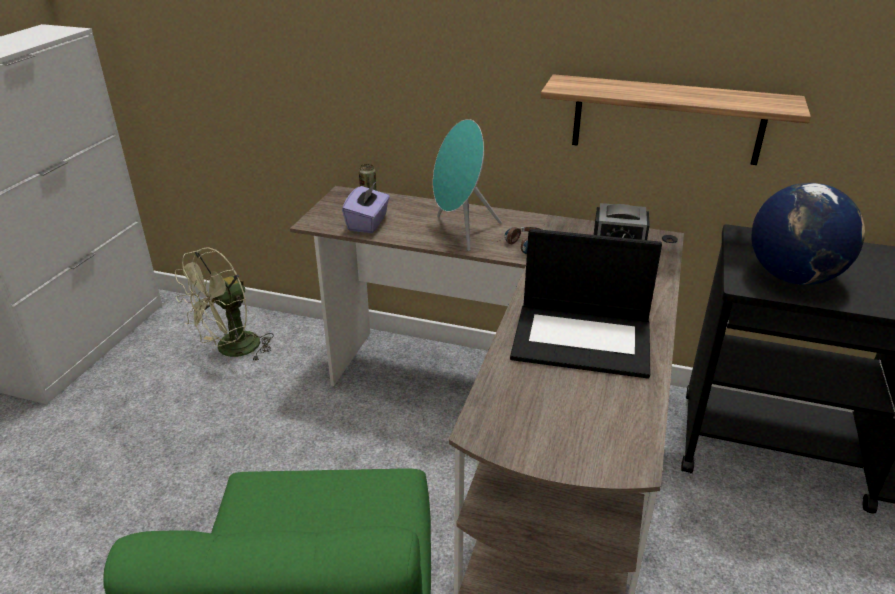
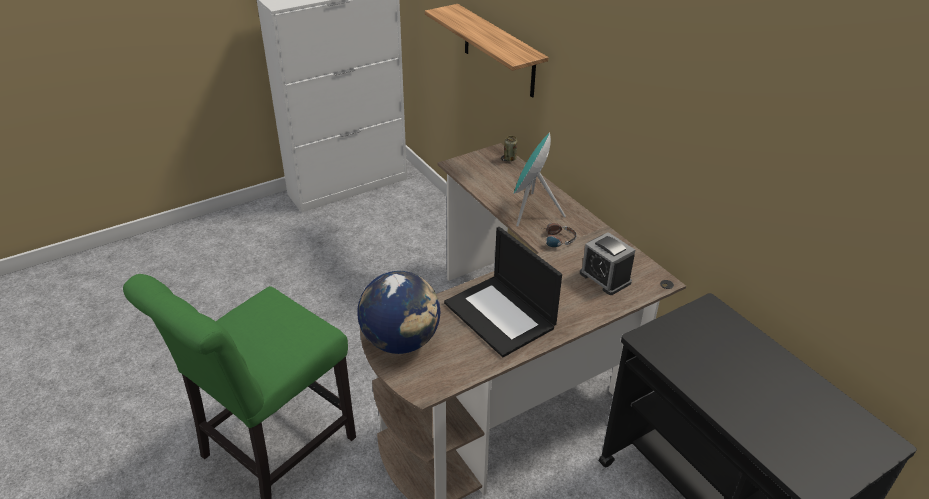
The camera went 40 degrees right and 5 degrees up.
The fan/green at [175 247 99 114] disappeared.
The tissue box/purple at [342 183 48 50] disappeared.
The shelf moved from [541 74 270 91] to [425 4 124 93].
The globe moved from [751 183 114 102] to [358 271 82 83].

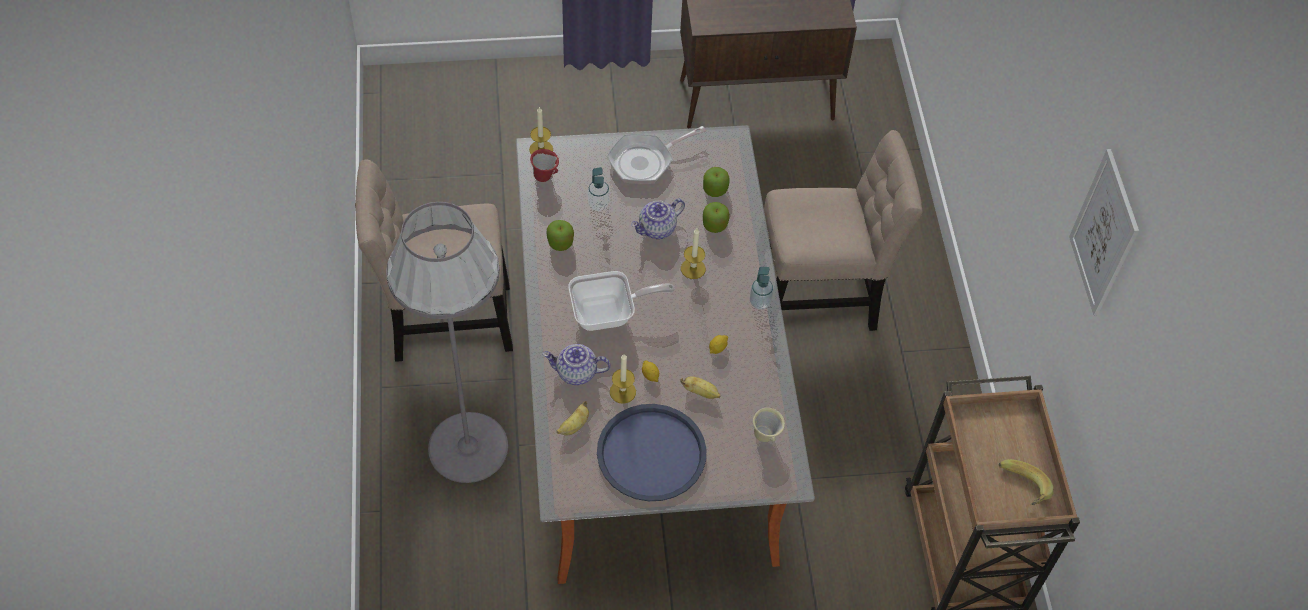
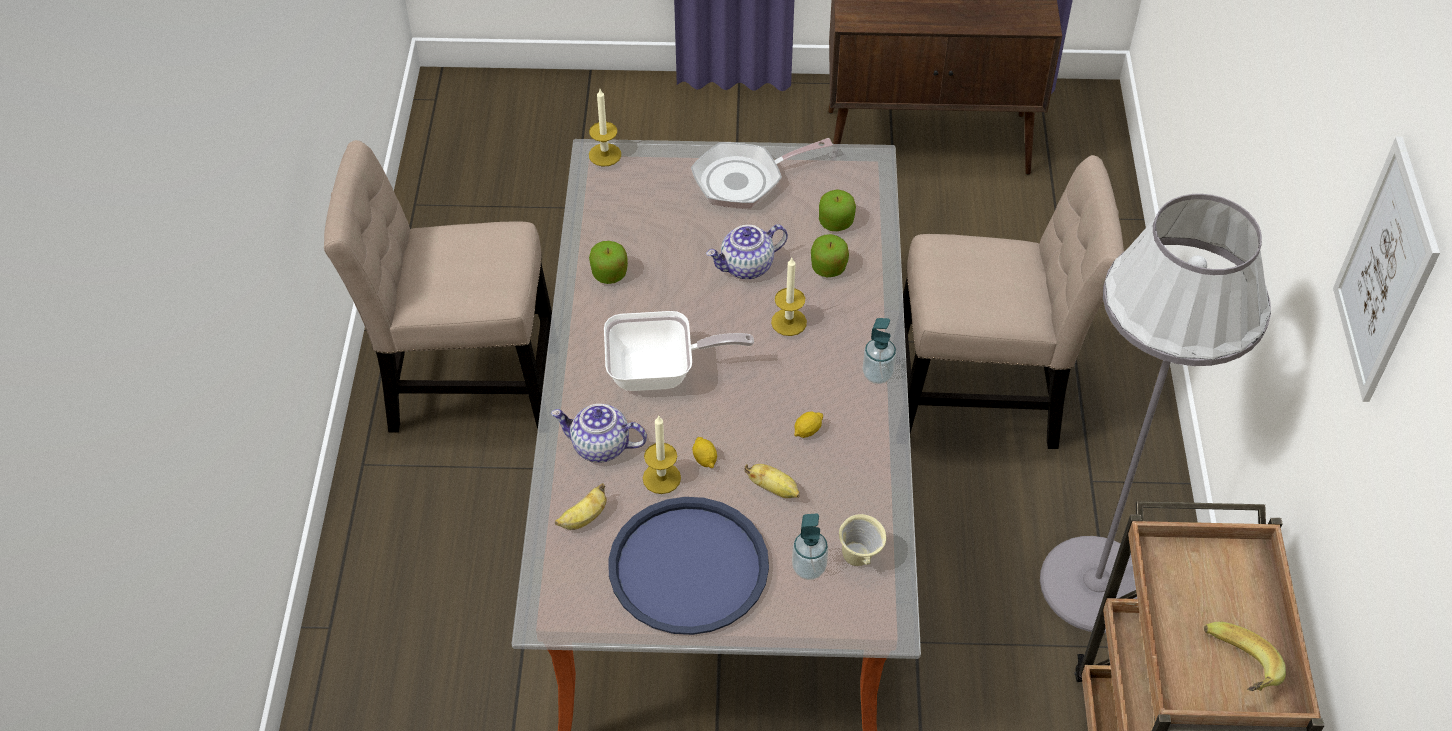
The camera went 10 degrees right and 5 degrees down.
The mug/red at [530 149 29 33] disappeared.
The floor lamp/grey moved from [386 202 122 281] to [1040 194 231 439].
The soap dispenser moved from [588 167 22 44] to [792 514 36 66].

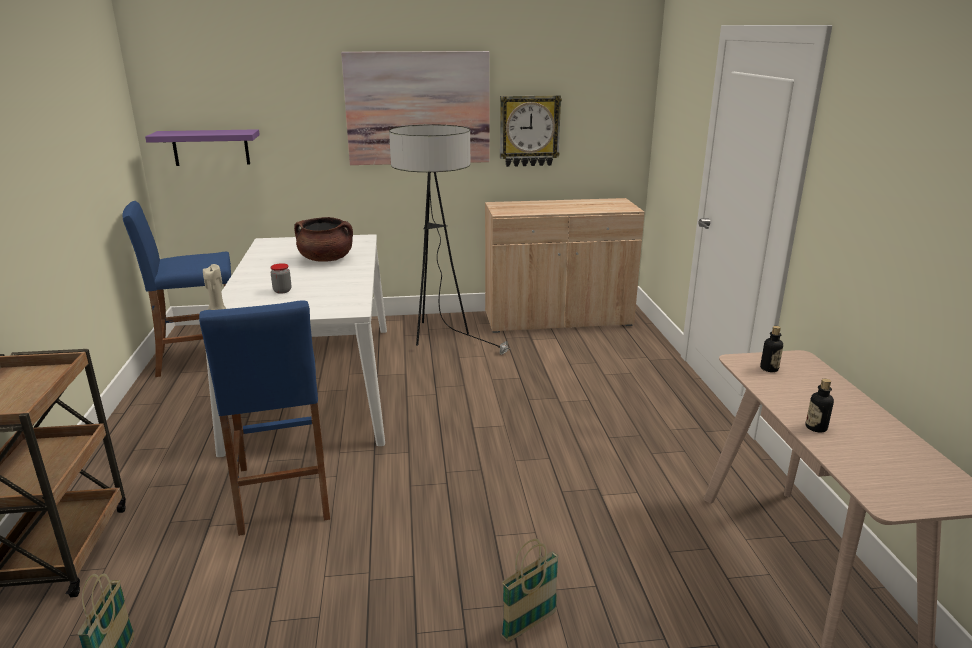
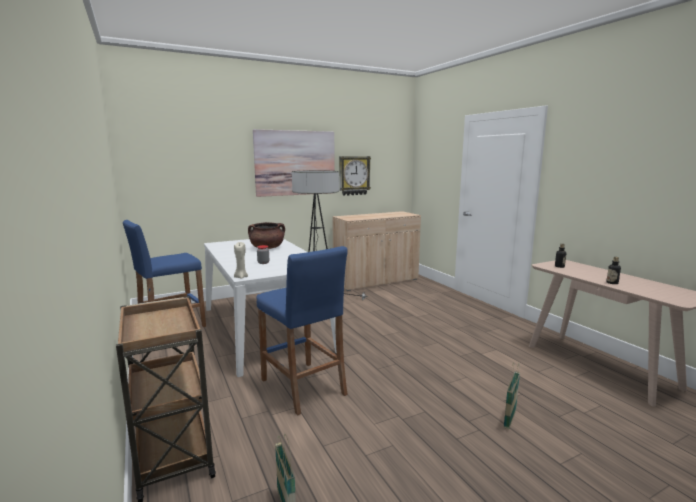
The camera went 20 degrees left and 10 degrees down.
The shelf/purple at [145 129 115 37] disappeared.

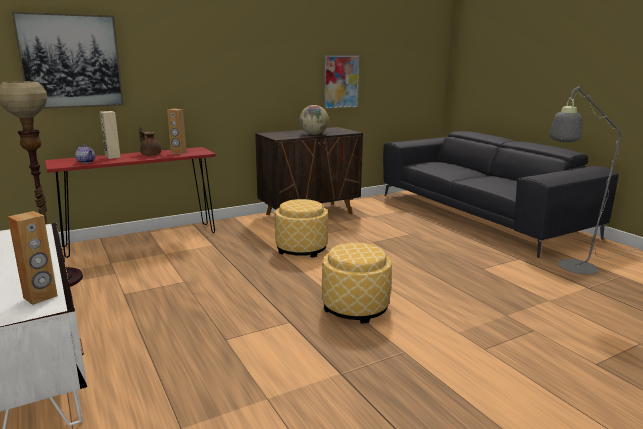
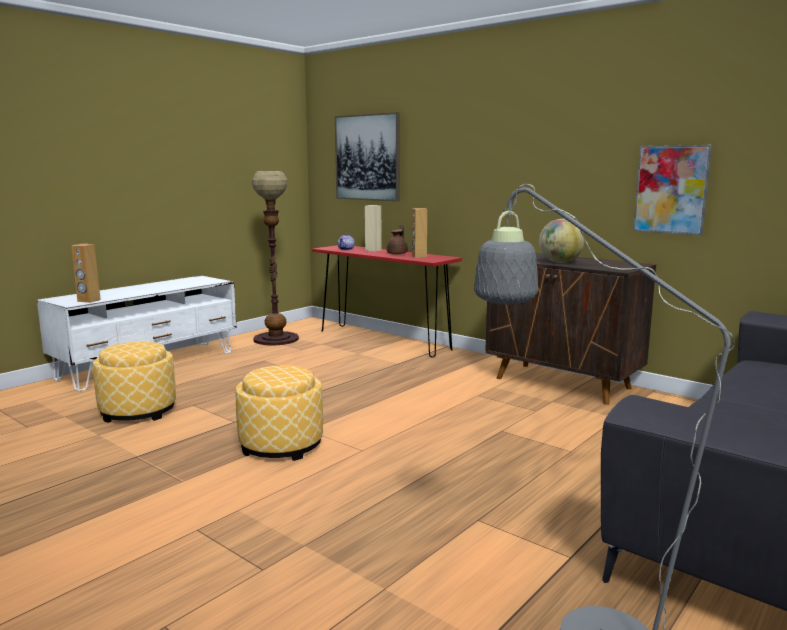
The camera went 70 degrees right and 5 degrees down.
The ottoman moved from [275 199 53 59] to [93 341 83 82].

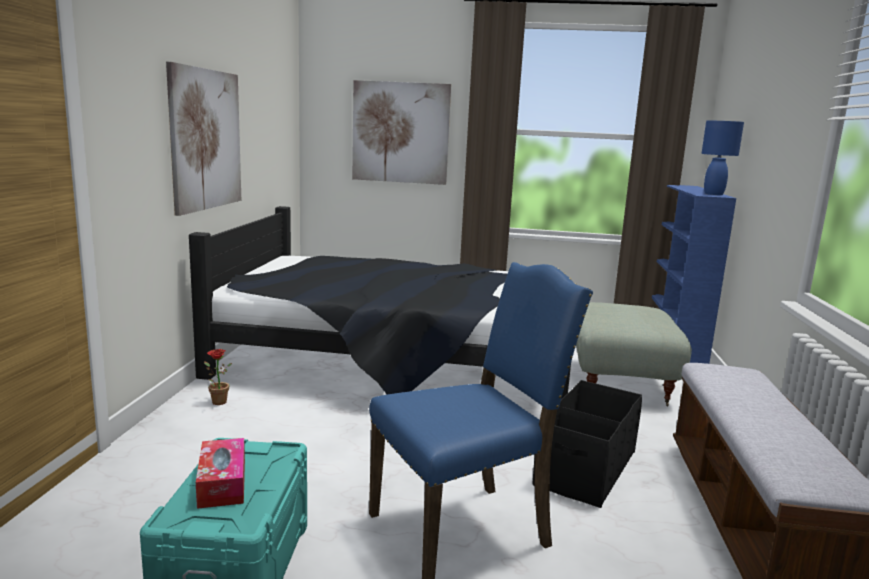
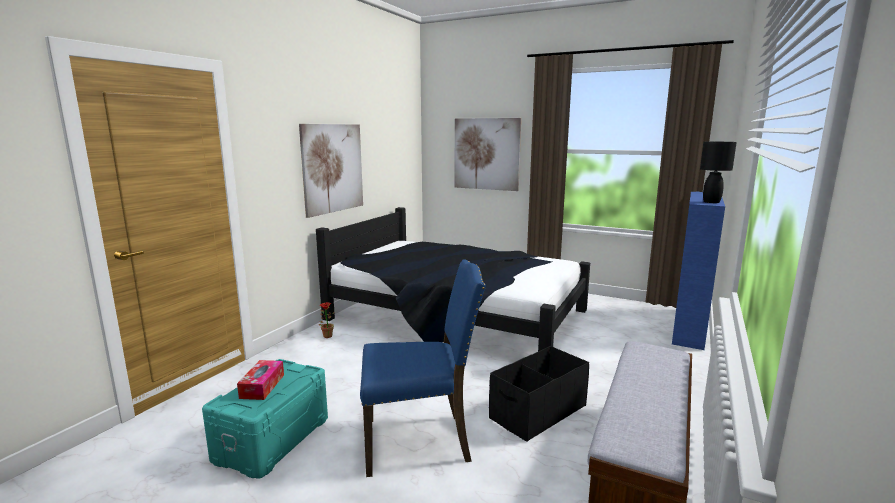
The camera went 20 degrees right and 0 degrees up.
The ottoman/grey at [576 302 116 104] disappeared.
The table lamp/blue at [701 121 43 74] became the table lamp/black at [700 142 37 61].

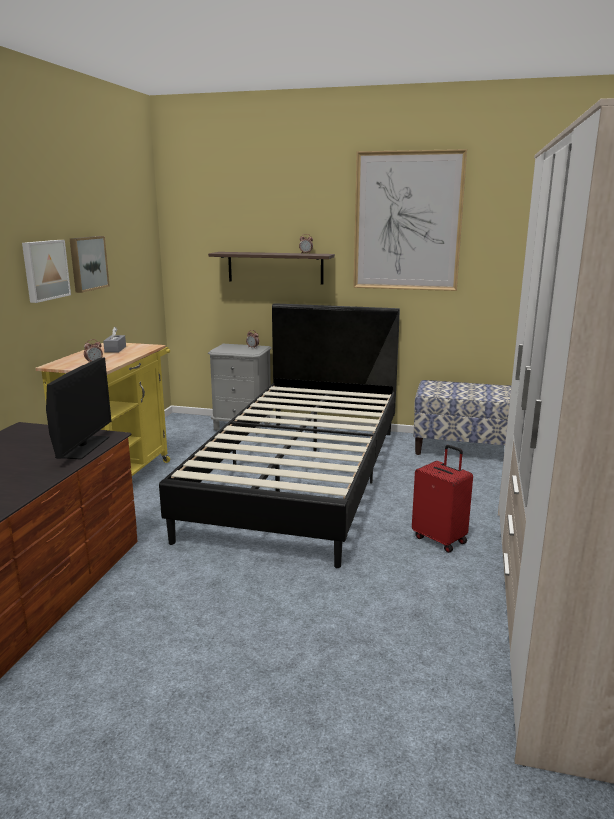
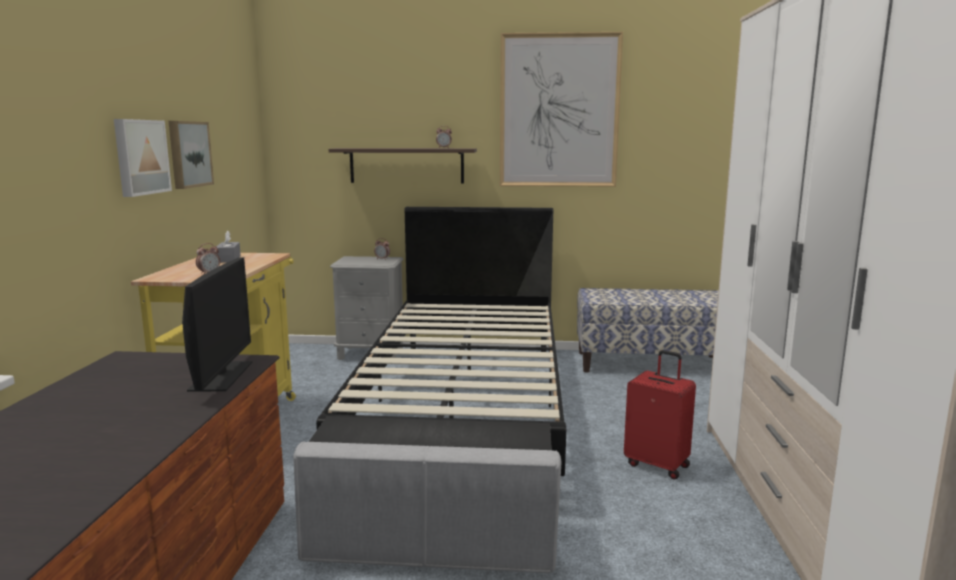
The camera went 10 degrees left and 5 degrees down.
The ottoman/grey at [293 416 268 157] appeared.

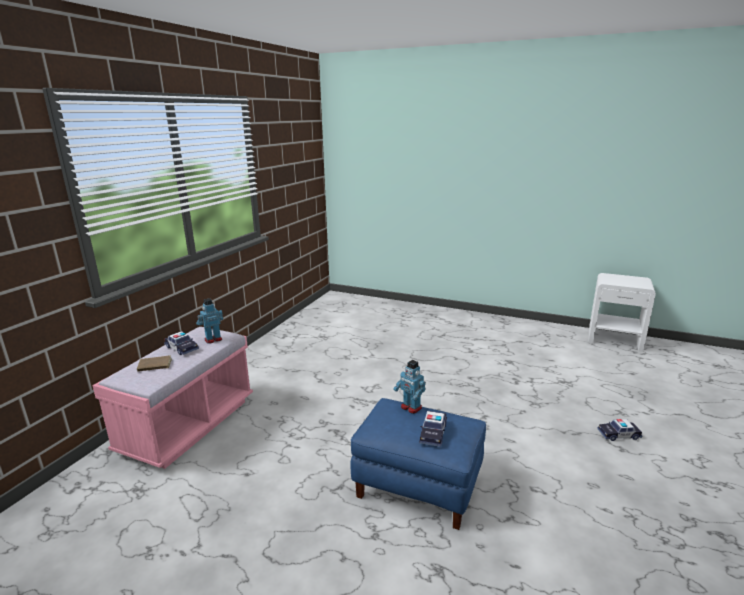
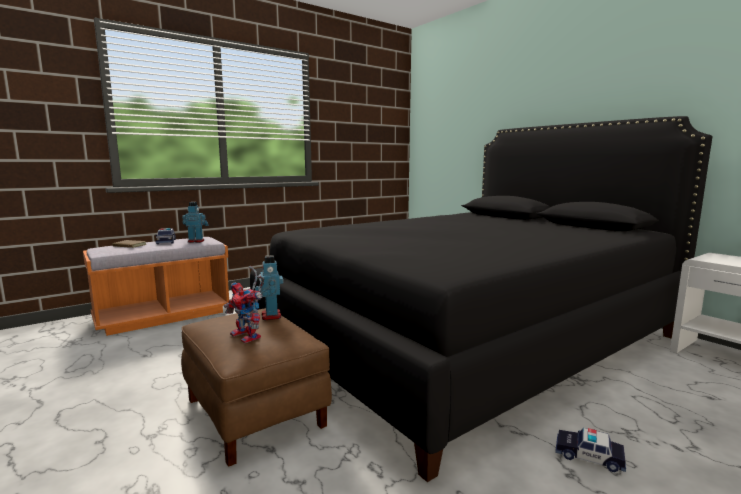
The camera went 30 degrees right and 10 degrees down.
The bed/black at [250 116 462 366] appeared.
The toy car at [419 411 28 36] was replaced by the toy robot at [224 266 40 77].
The bench/pink at [92 327 161 142] became the bench/orange at [83 237 146 99].
The ottoman/blue at [350 398 136 132] became the ottoman/brown at [181 308 151 159].

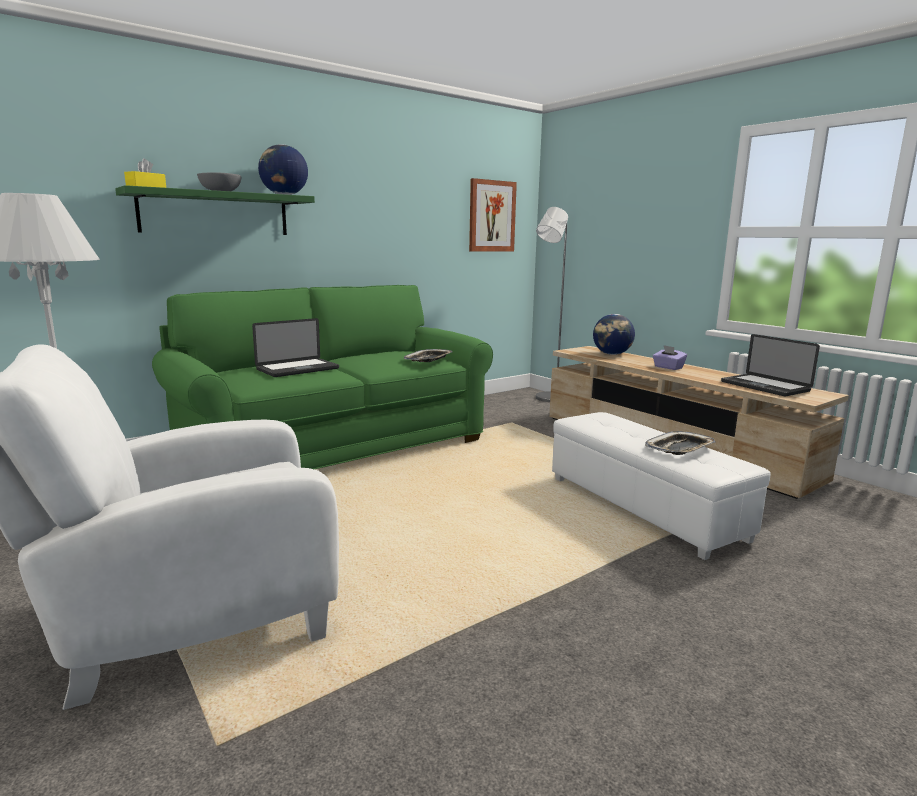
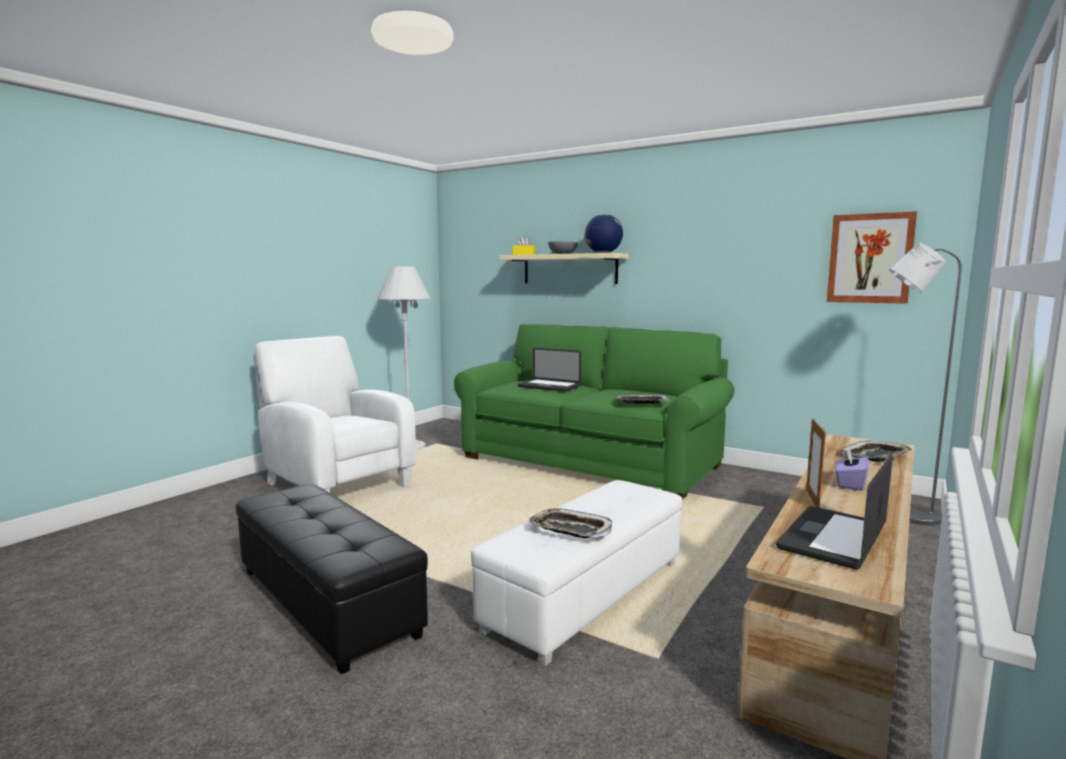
The camera went 70 degrees right and 5 degrees down.
The ottoman/black at [236 484 192 190] appeared.
The picture frame at [806 419 20 89] appeared.
The globe at [593 314 42 41] was replaced by the tray at [841 440 71 22].
The shelf/green at [115 185 200 50] became the shelf/beige at [499 253 130 31].

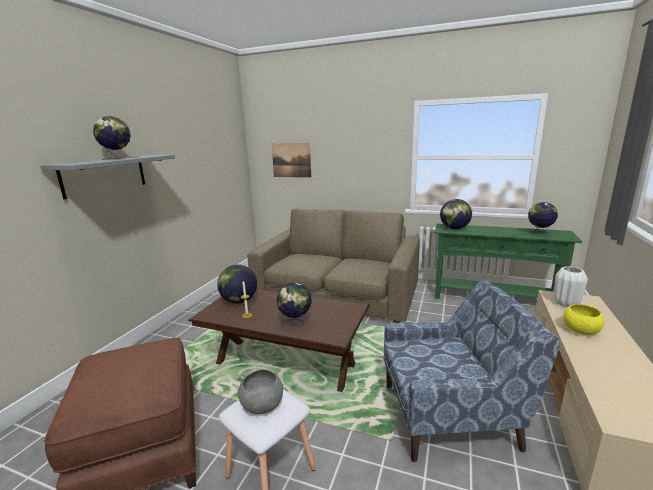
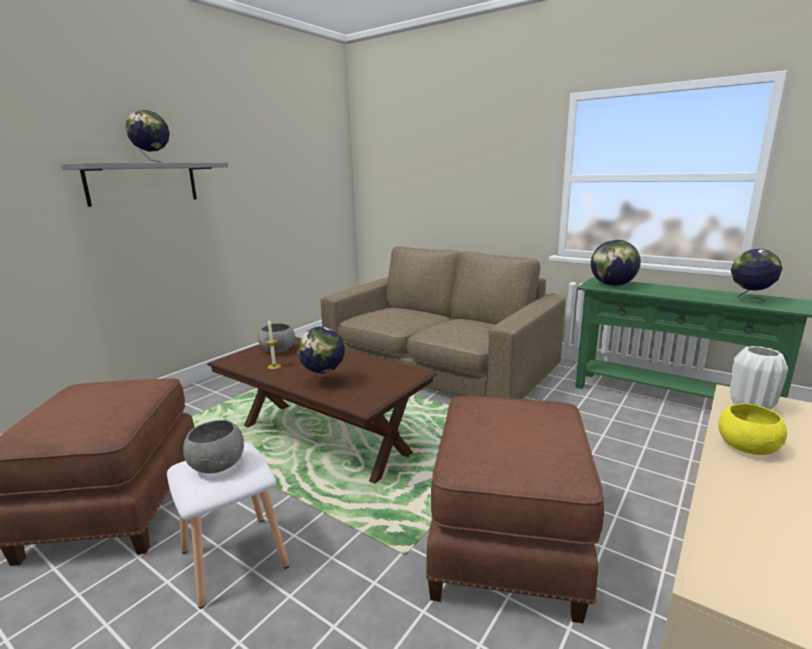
The camera went 15 degrees right and 0 degrees up.
The picture at [272 143 39 35] disappeared.
The globe at [217 264 40 40] was replaced by the bowl/grey at [258 323 37 30].
The armchair/blue at [384 280 176 182] was replaced by the ottoman/brown at [426 396 178 227].

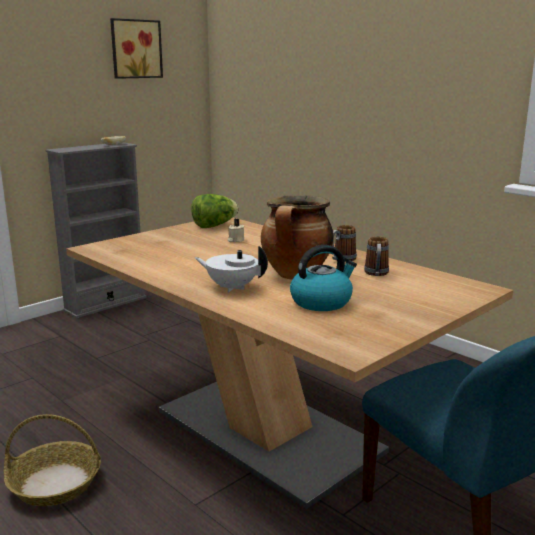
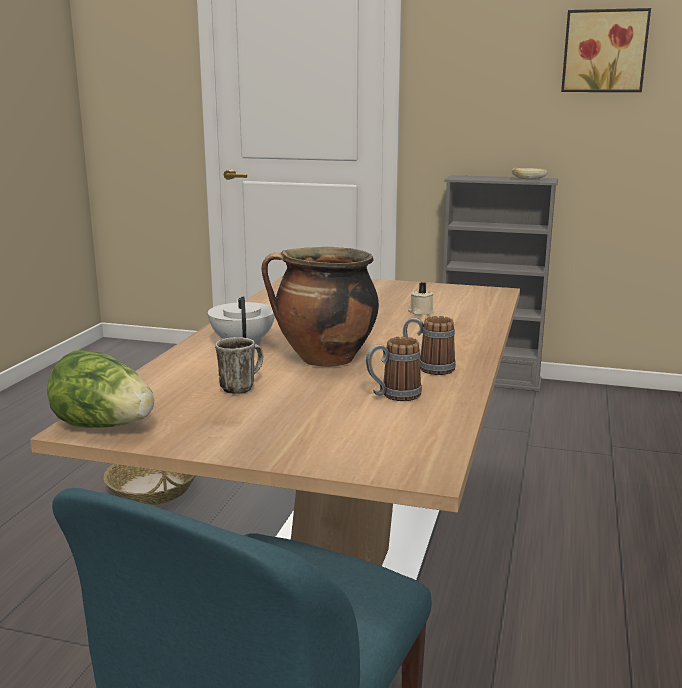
The camera went 60 degrees right and 0 degrees up.
The lettuce moved from [191 194 48 34] to [47 350 107 77].
The kettle at [290 245 67 66] was replaced by the mug at [215 337 48 57].

